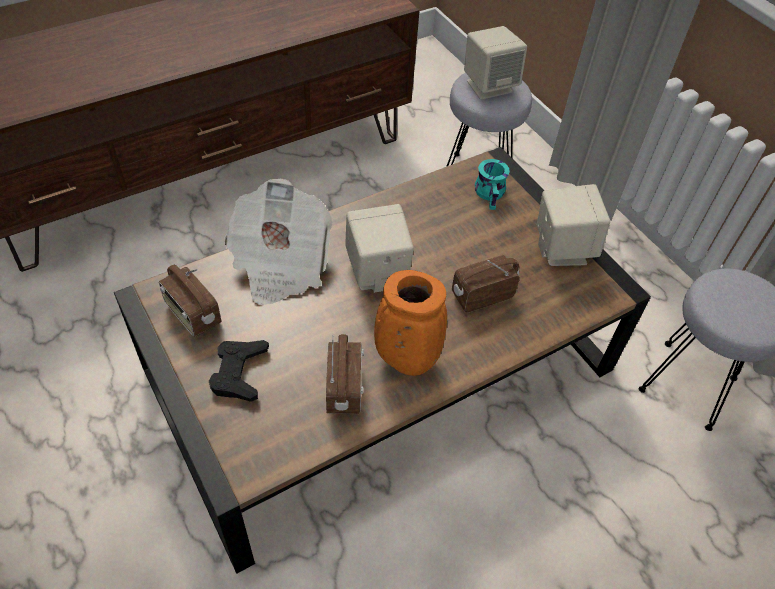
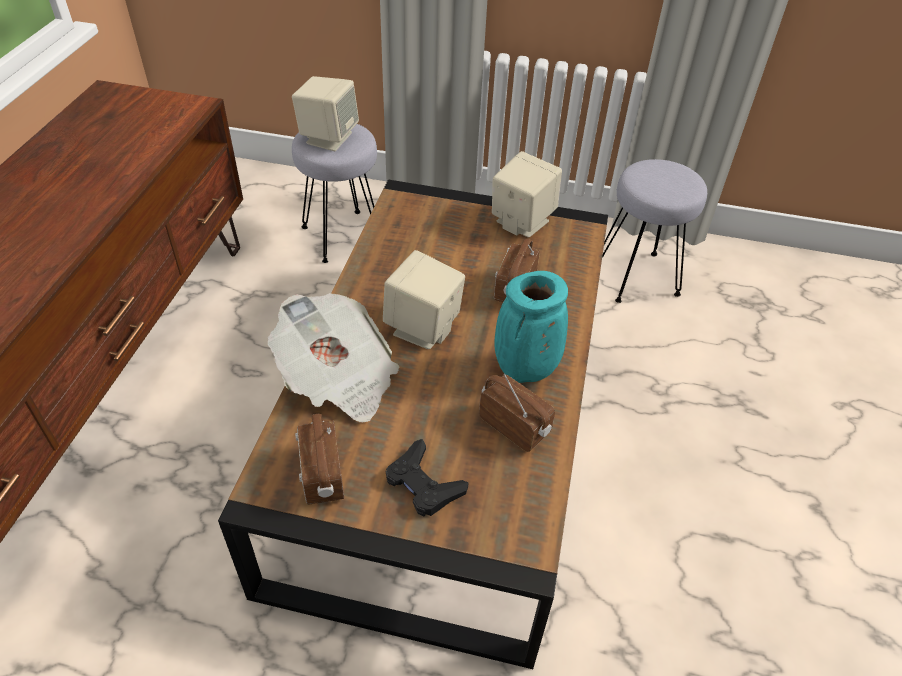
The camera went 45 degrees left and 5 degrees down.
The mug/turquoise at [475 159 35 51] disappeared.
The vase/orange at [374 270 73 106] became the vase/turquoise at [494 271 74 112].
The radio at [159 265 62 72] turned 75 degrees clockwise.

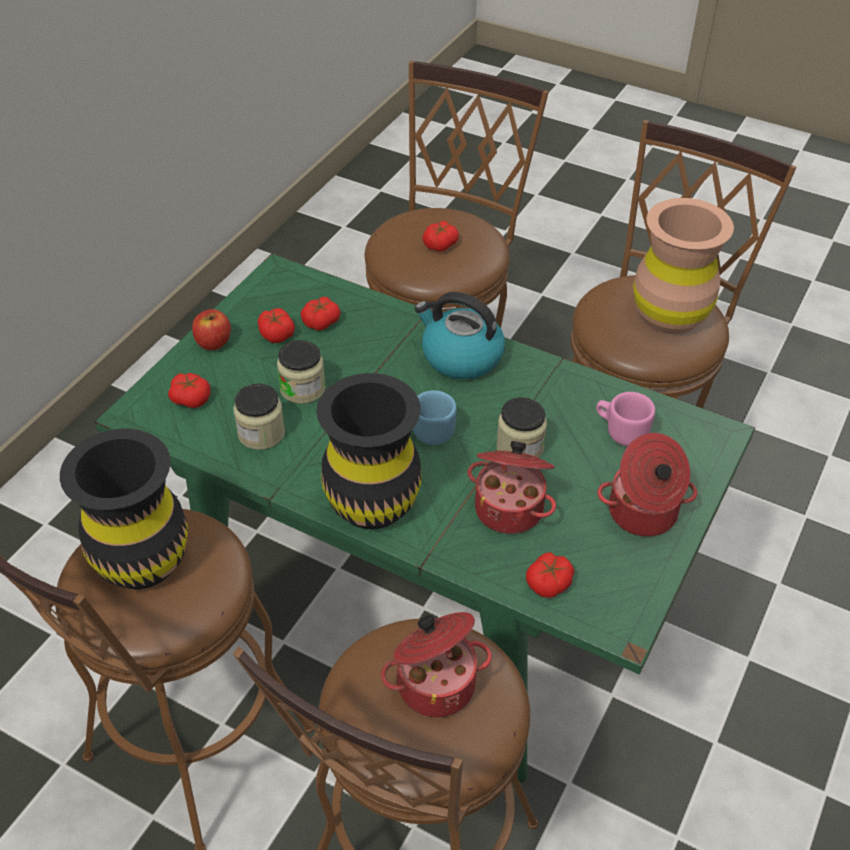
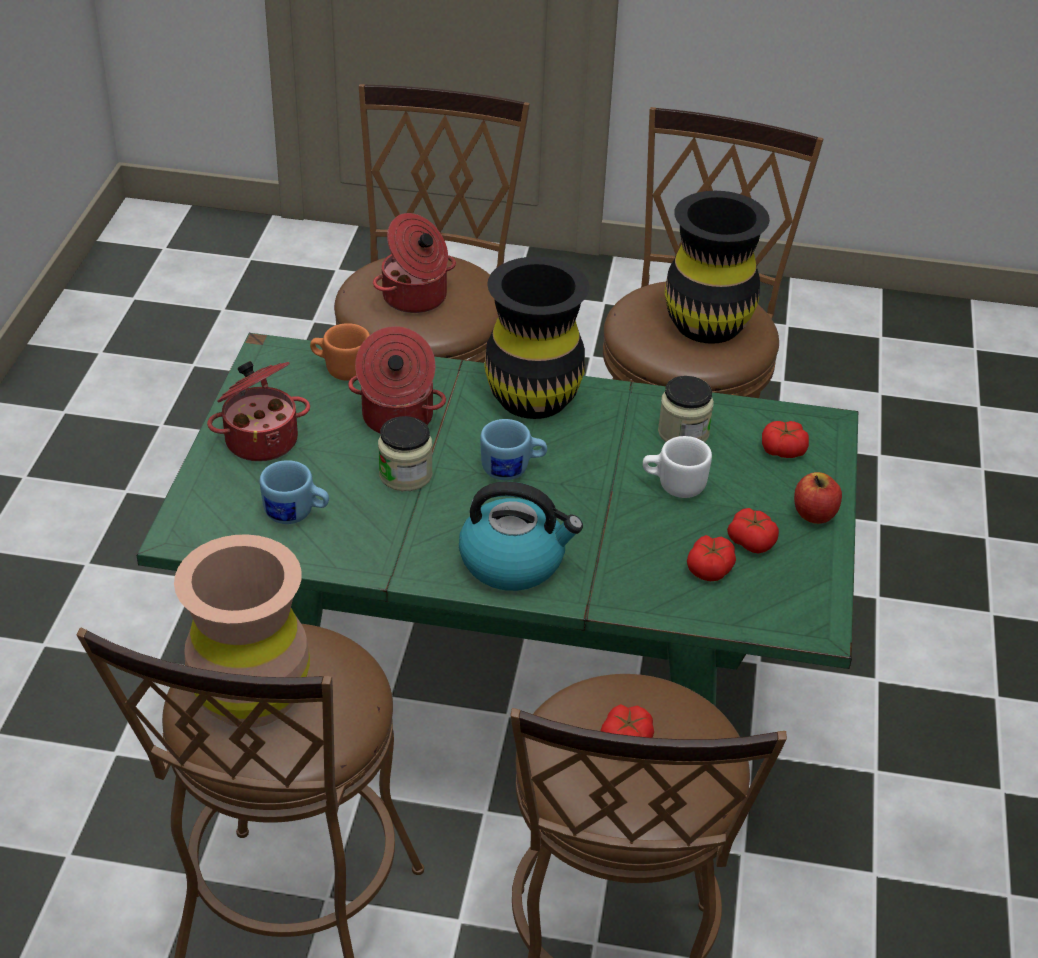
The camera went 160 degrees right and 5 degrees down.
The jar at [277 340 48 64] was replaced by the mug/white at [643 436 69 62].
The tomato at [526 552 49 46] was replaced by the mug/orange at [310 323 60 58].
The mug/pink at [596 392 59 54] became the mug/blue at [260 460 69 64].

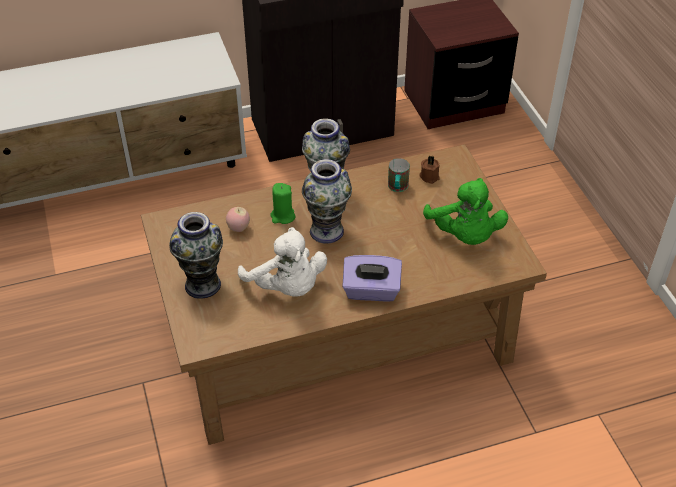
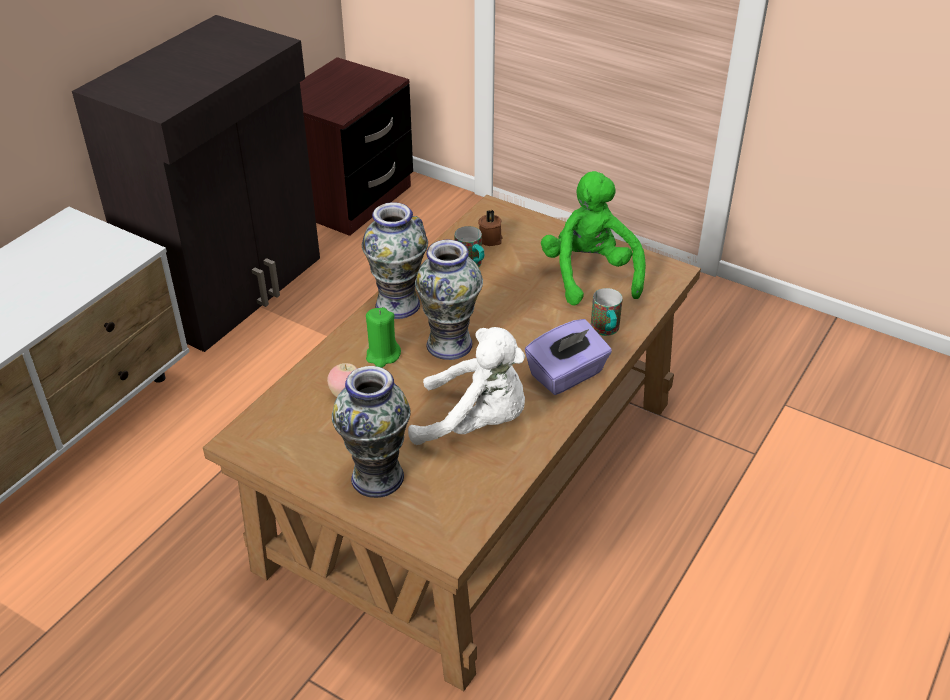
The camera went 40 degrees left and 5 degrees down.
The mug at [591 288 32 48] appeared.
The plush toy/green at [423 178 85 67] turned 135 degrees counterclockwise.

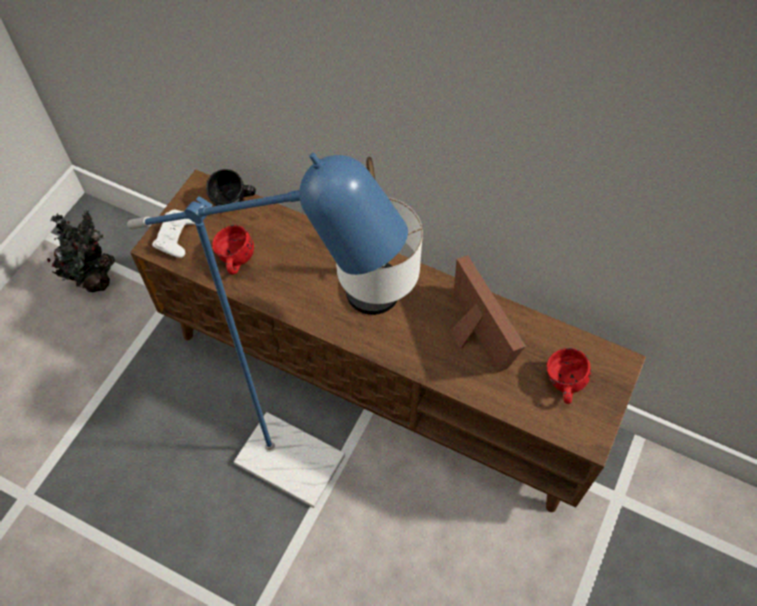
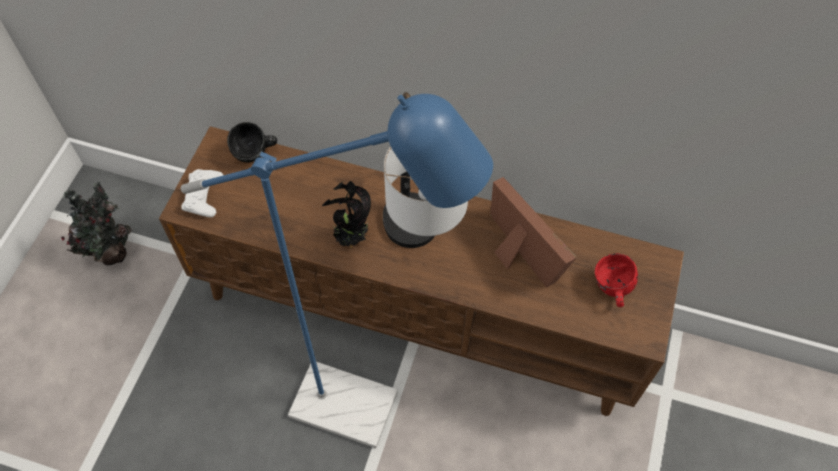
The camera went 10 degrees left and 0 degrees up.
The mug/red at [212 225 42 50] disappeared.
The potted plant at [322 181 49 68] appeared.

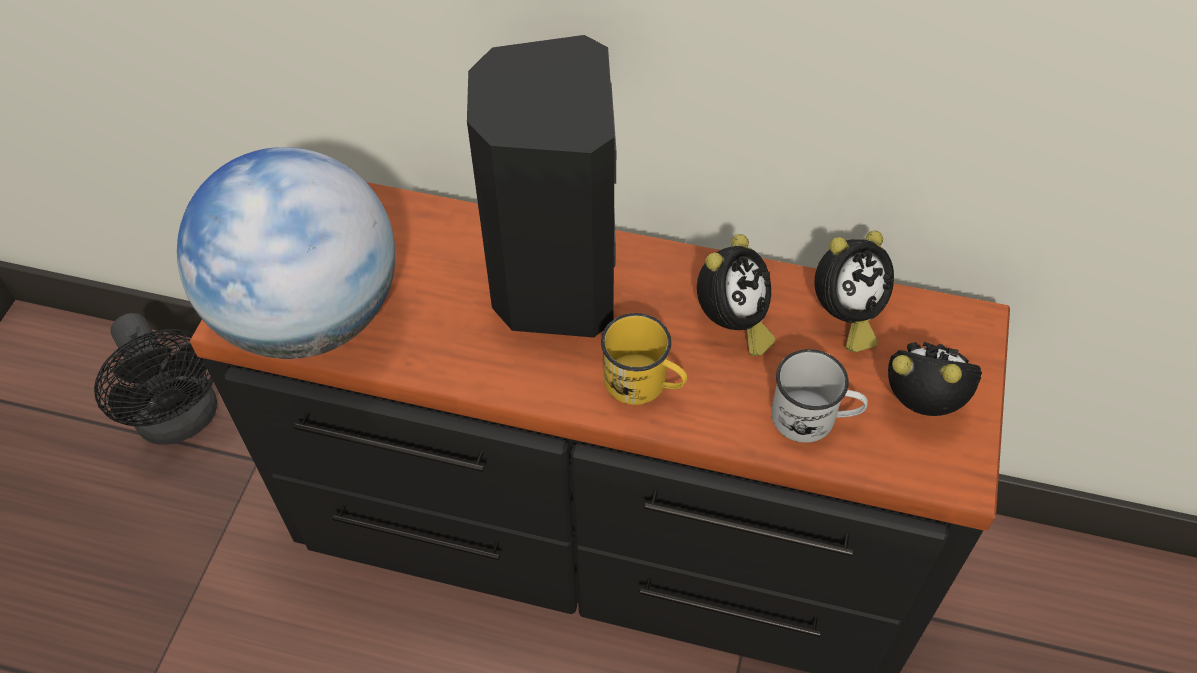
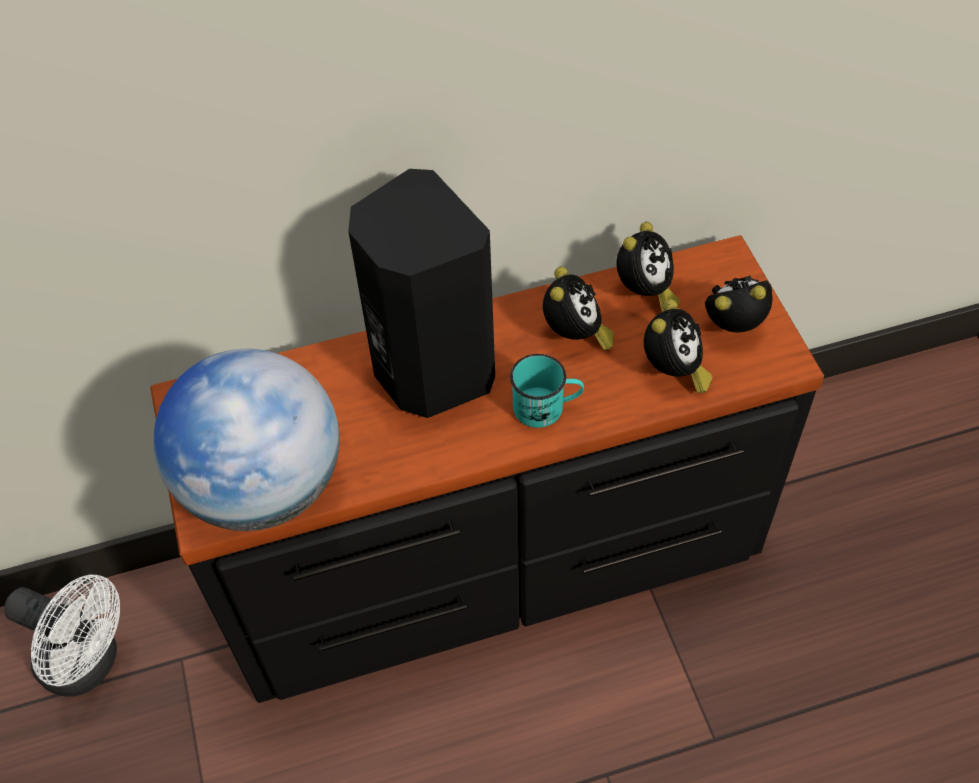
The camera went 30 degrees left and 0 degrees up.
The mug/white at [771 349 97 94] was replaced by the alarm clock at [644 299 68 94].
The fan/black at [94 313 123 132] became the fan/white at [4 575 116 121].
The mug/yellow at [601 313 86 92] became the mug/turquoise at [510 354 74 74].

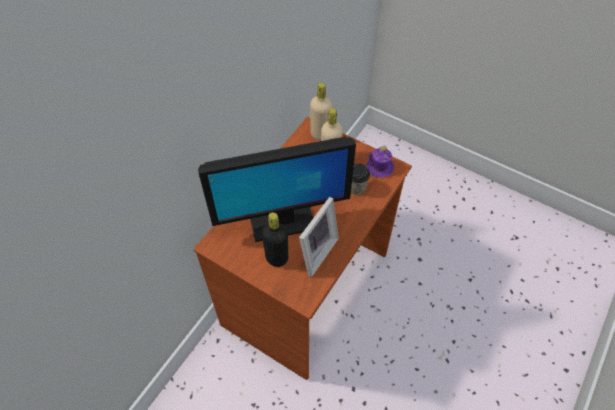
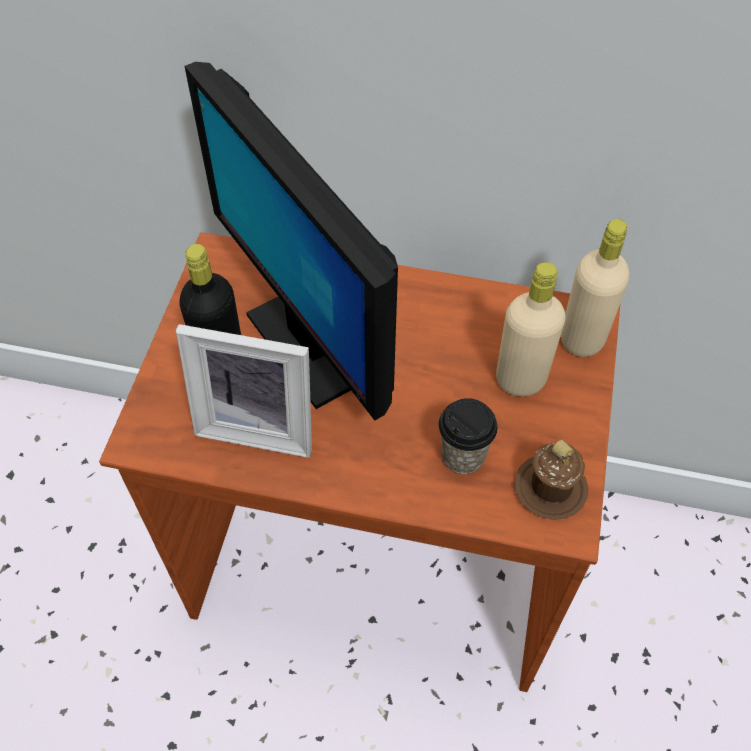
The camera went 70 degrees right and 0 degrees up.
The mug/purple at [366 145 28 32] became the mug/brown at [514 440 74 80].

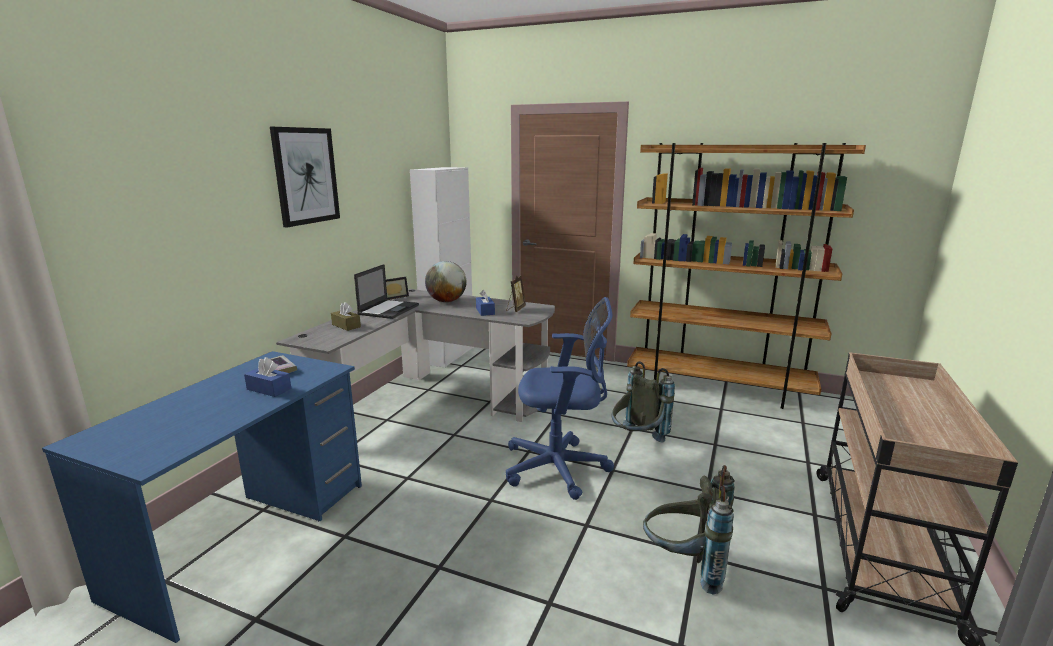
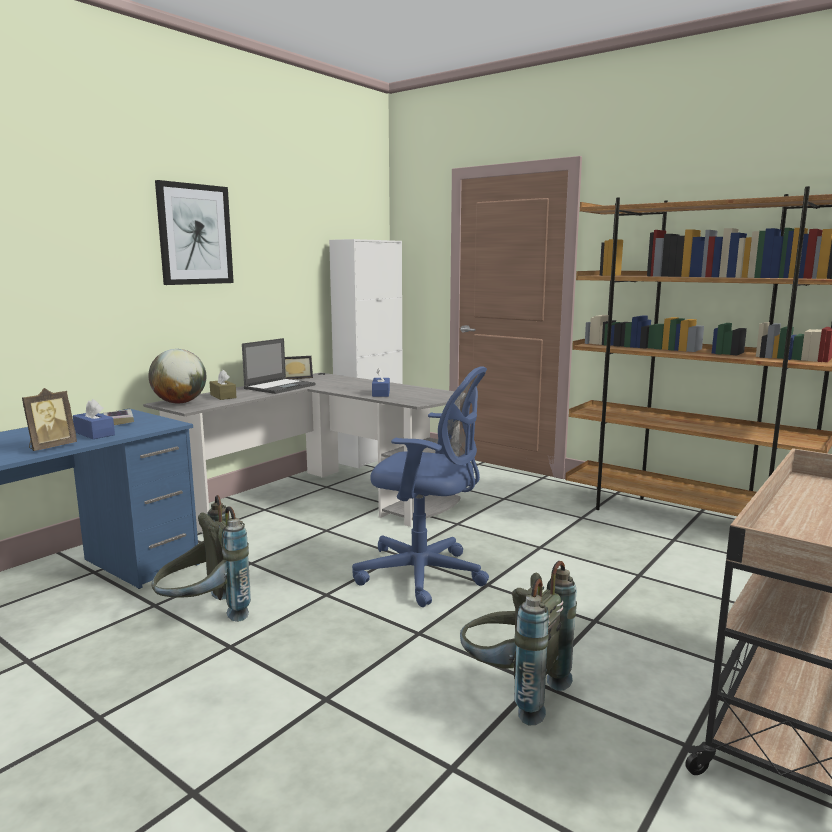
The camera went 15 degrees right and 5 degrees down.
The globe moved from [425 261 42 41] to [148 349 58 55].
The picture frame moved from [506 275 20 37] to [22 388 55 63].
The backpack/grey moved from [611 361 64 81] to [152 495 99 127].

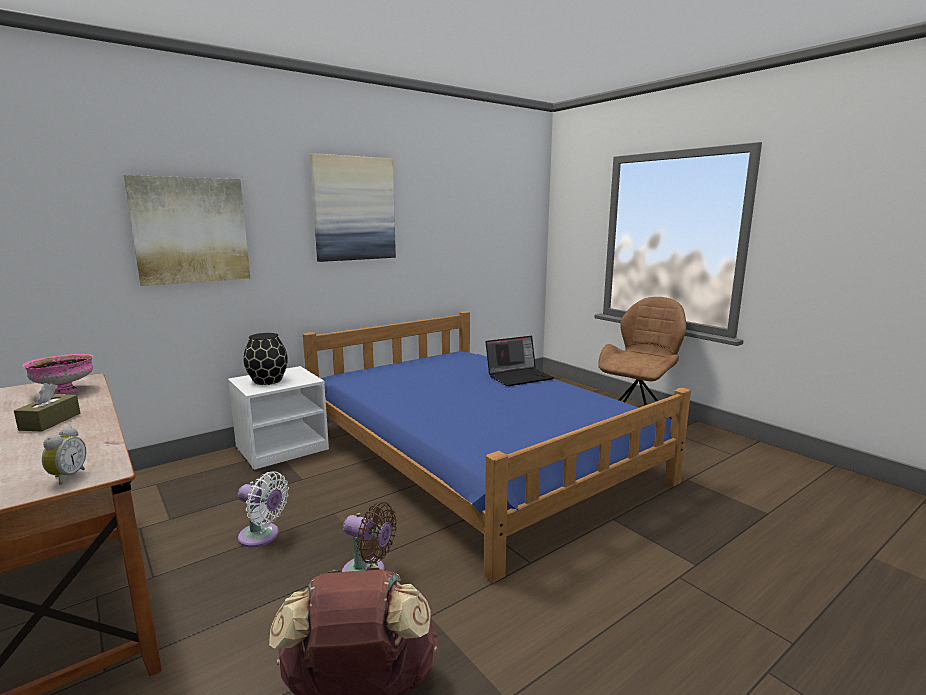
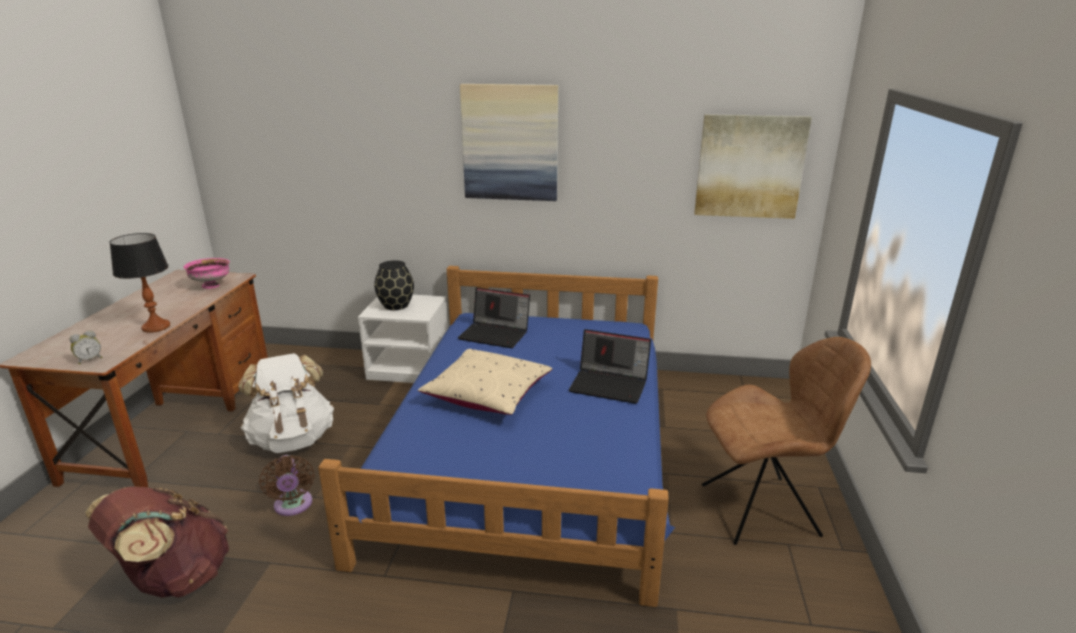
The camera went 45 degrees right and 10 degrees up.
The tissue box/brown at [14 383 66 48] disappeared.
The table lamp at [109 233 61 100] appeared.
The pillow/beige at [418 349 134 66] appeared.
The laptop at [458 287 72 61] appeared.
The picture moved from [124 175 126 111] to [694 114 118 105].
The fan/white at [238 471 51 76] was replaced by the backpack/white at [238 353 96 100].

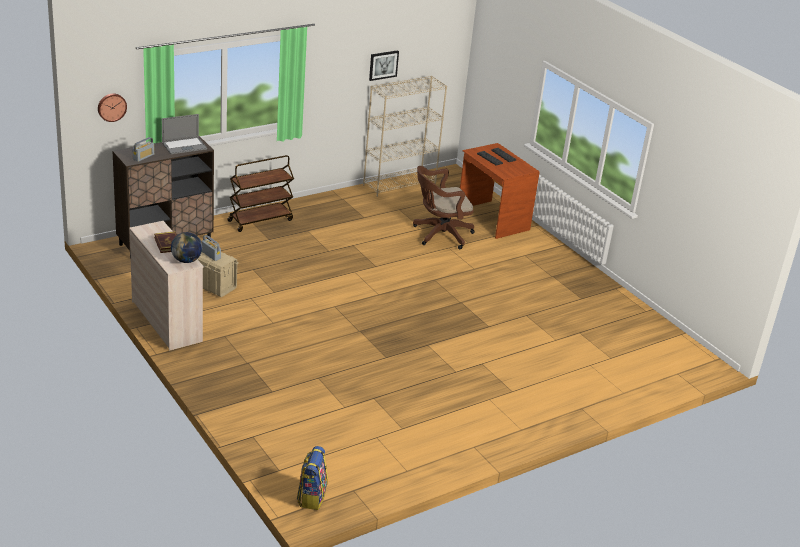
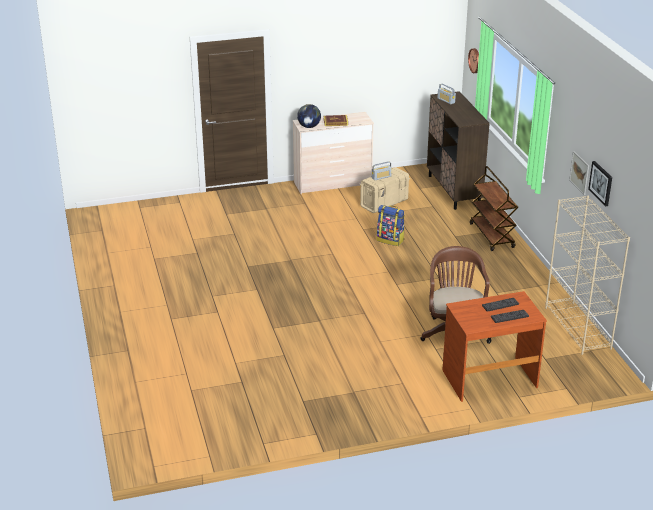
The camera went 110 degrees right and 0 degrees up.
The laptop at [162 114 45 40] disappeared.
The picture at [569 151 20 44] appeared.
The backpack moved from [297 446 31 64] to [377 205 28 41].

